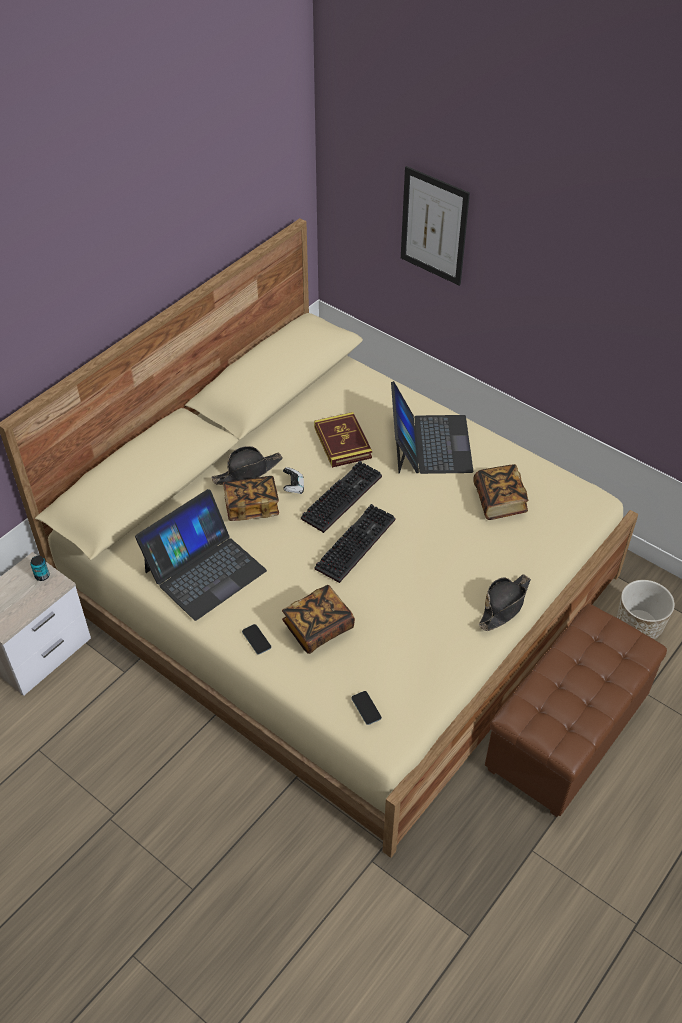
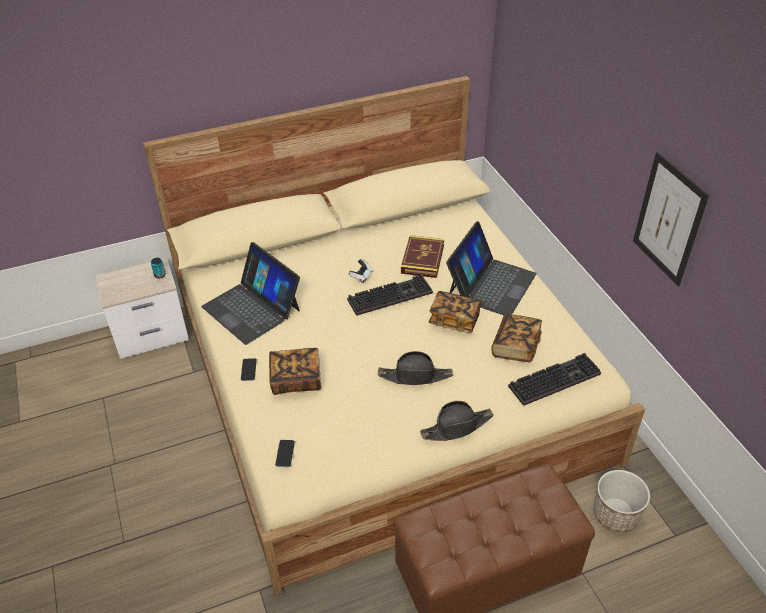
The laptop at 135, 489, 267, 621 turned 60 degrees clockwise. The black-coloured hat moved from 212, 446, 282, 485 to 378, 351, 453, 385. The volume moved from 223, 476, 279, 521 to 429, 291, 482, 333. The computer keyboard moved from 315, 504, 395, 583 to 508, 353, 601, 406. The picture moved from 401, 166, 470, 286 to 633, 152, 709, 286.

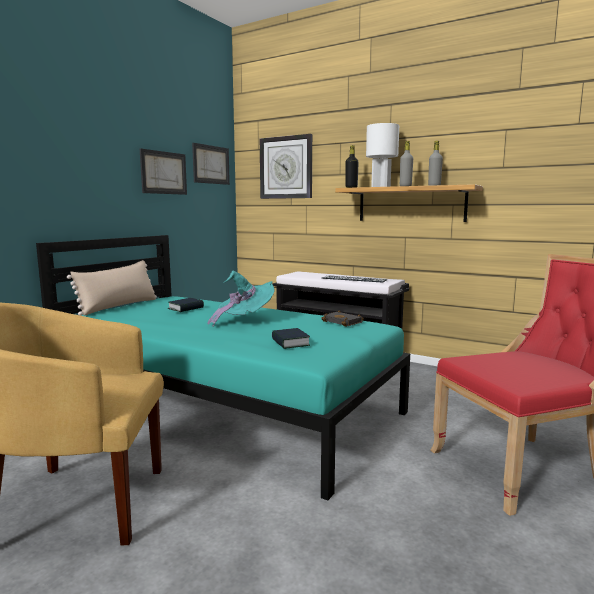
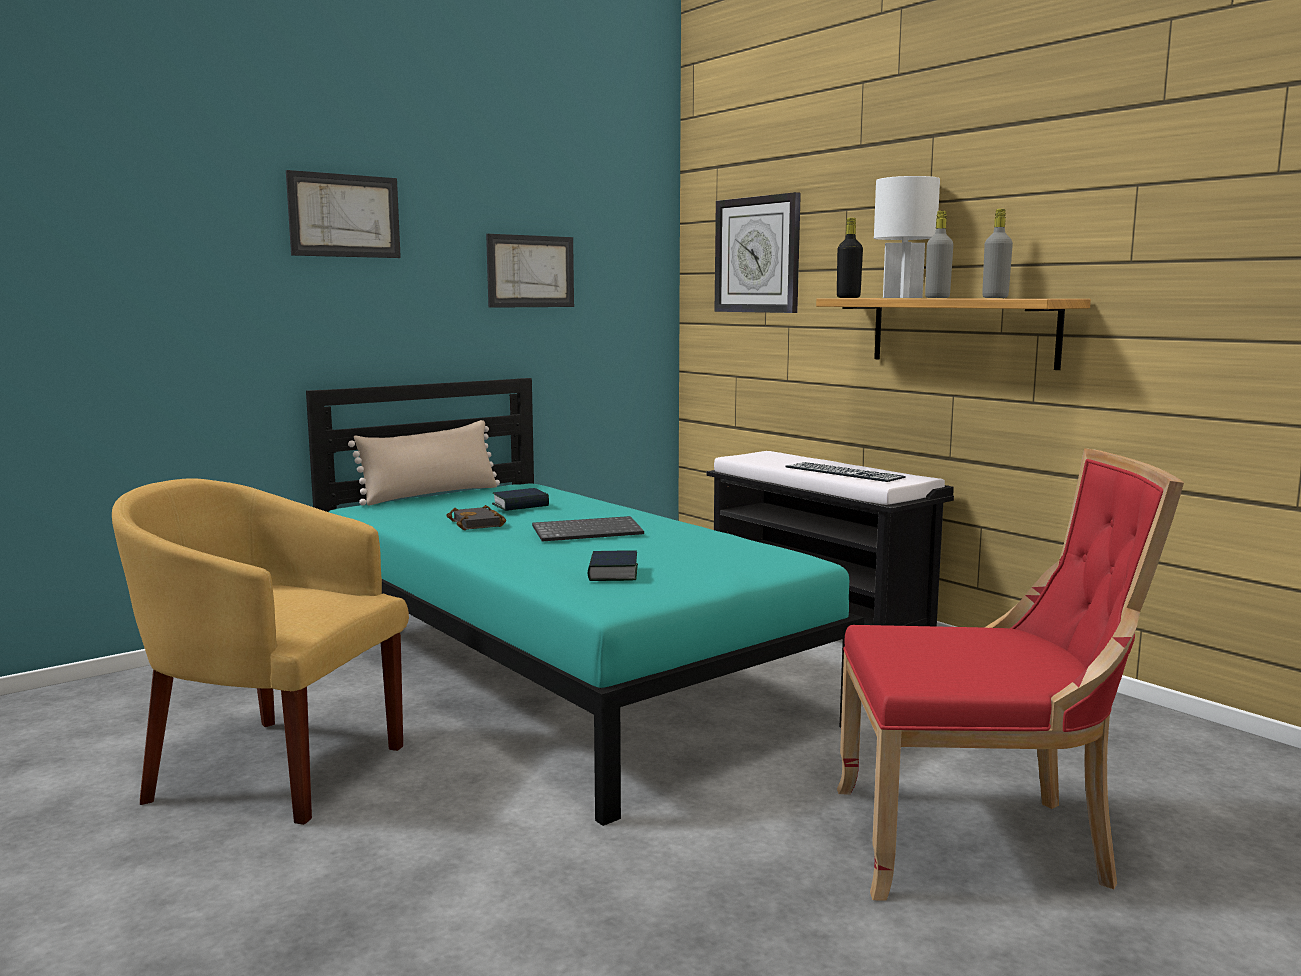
The picture moved from 192, 143, 230, 185 to 286, 170, 401, 258. The black-coloured volume moved from 321, 310, 364, 327 to 446, 505, 506, 530. The turquoise hat at 207, 270, 275, 326 was replaced by the computer keyboard at 532, 516, 644, 542.

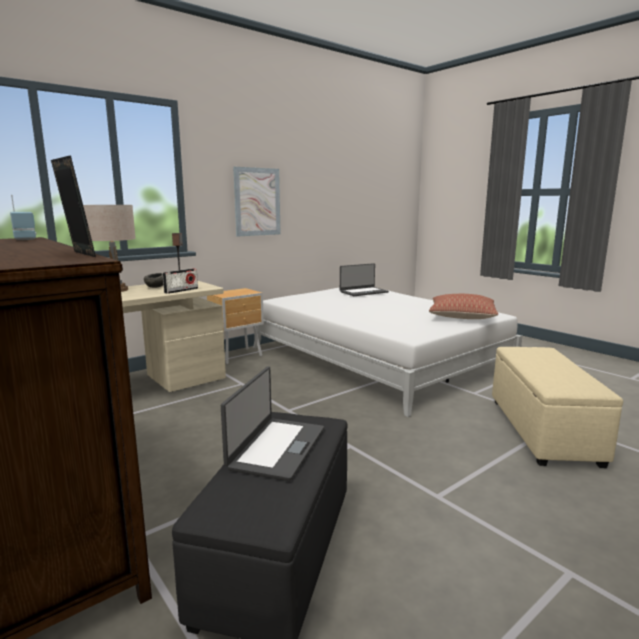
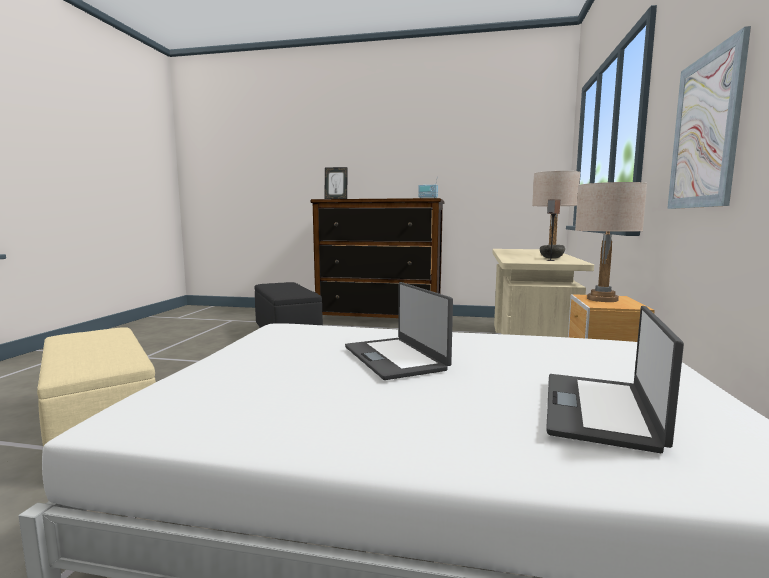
The laptop moved from 221, 366, 324, 481 to 345, 282, 453, 380. The beige-coloured table lamp at 575, 182, 647, 302 appeared. The radio receiver at 163, 269, 198, 294 disappeared. The pillow at 429, 294, 498, 319 disappeared.

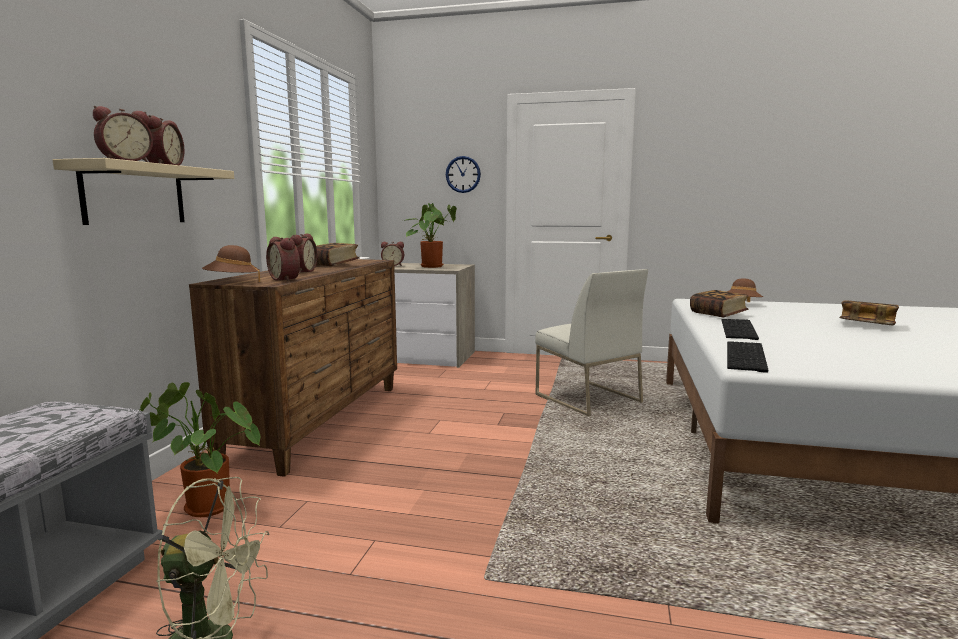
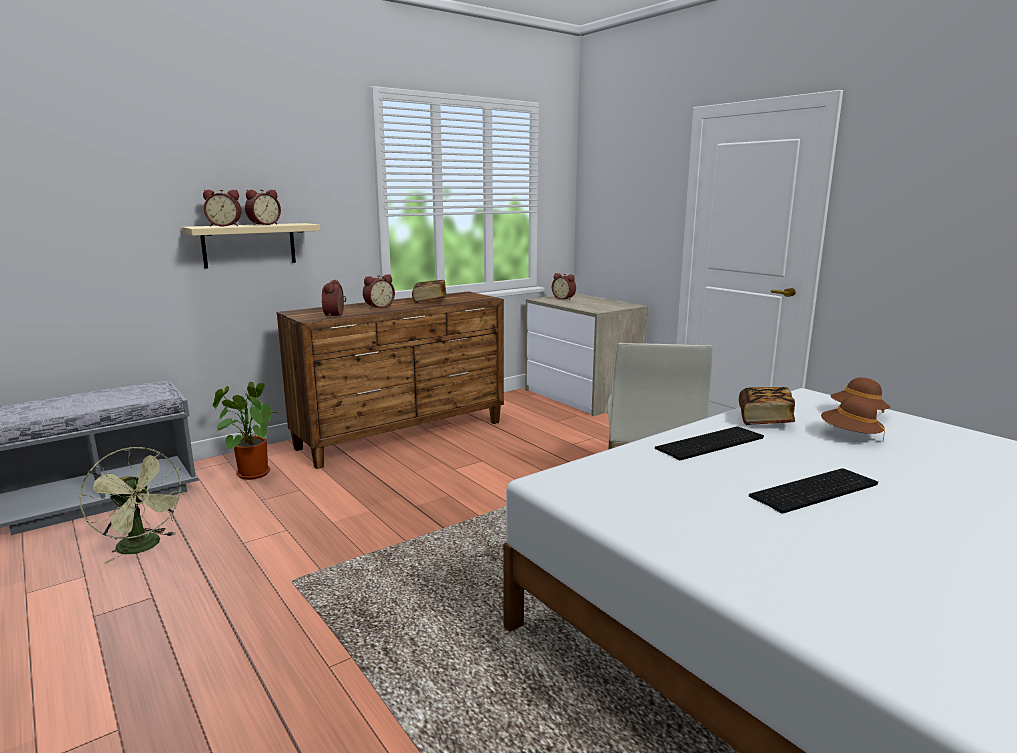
The computer keyboard moved from 727, 341, 768, 373 to 749, 468, 878, 513. The brown-coloured hat moved from 202, 245, 260, 282 to 821, 396, 885, 441. The plant in a pot at 404, 203, 457, 268 disappeared. The hanging clock at 446, 156, 481, 193 disappeared. The volume at 839, 300, 899, 325 disappeared.

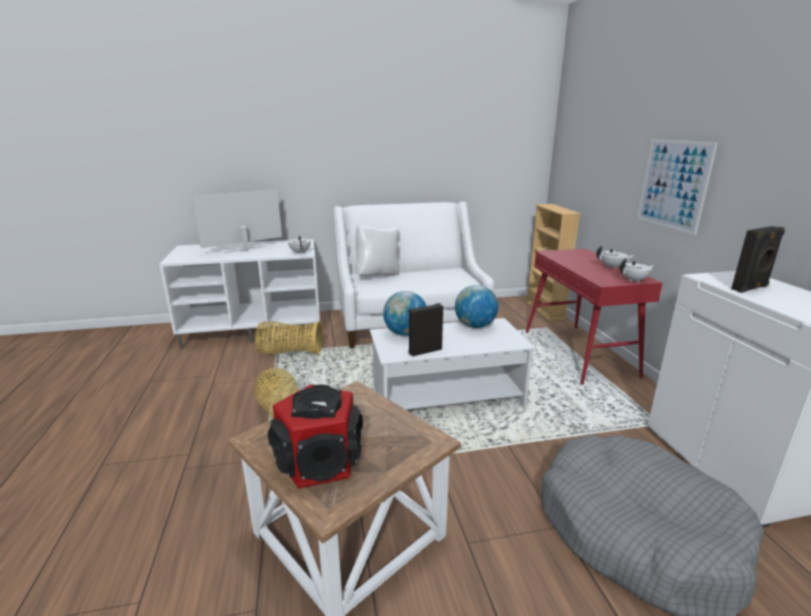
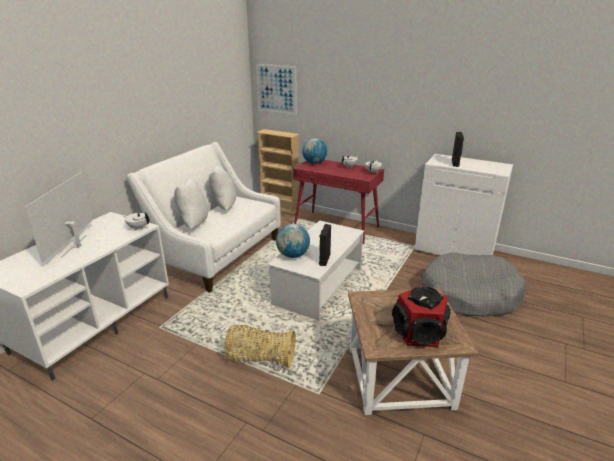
The white pillow at 208, 166, 236, 210 appeared. The picture moved from 637, 139, 718, 235 to 256, 64, 297, 114. The globe moved from 455, 285, 498, 328 to 302, 138, 327, 164. The storage basket at 255, 321, 322, 355 disappeared.

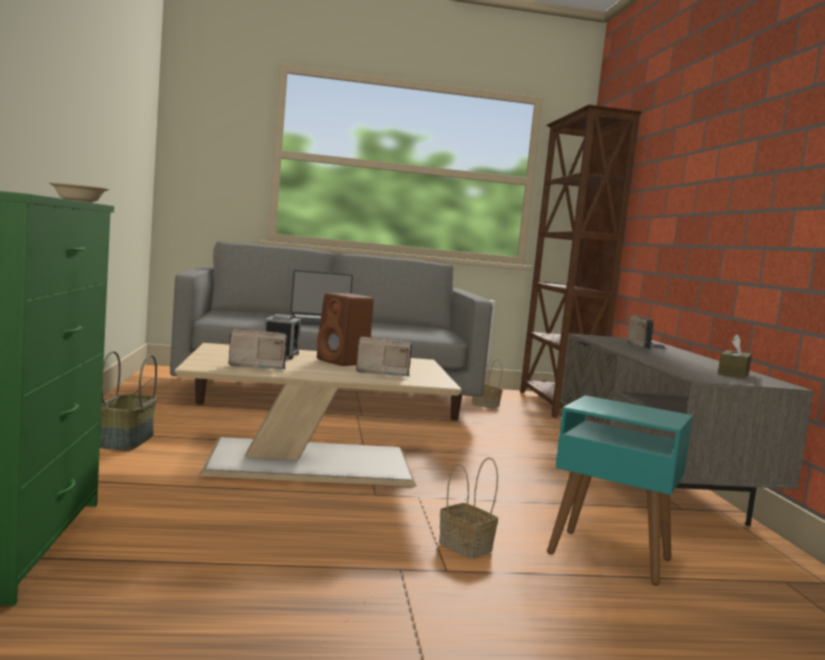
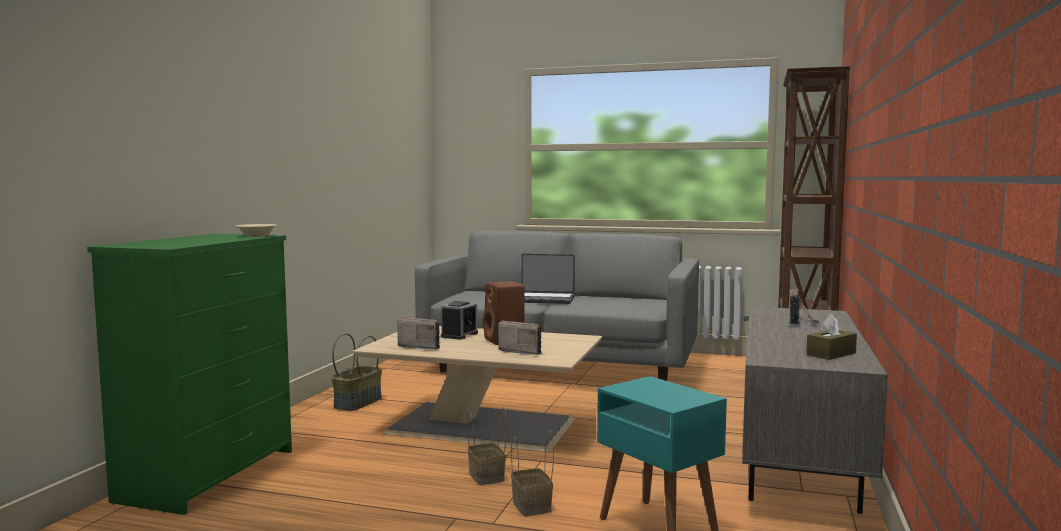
The storage basket moved from 472, 359, 502, 409 to 467, 407, 507, 485.

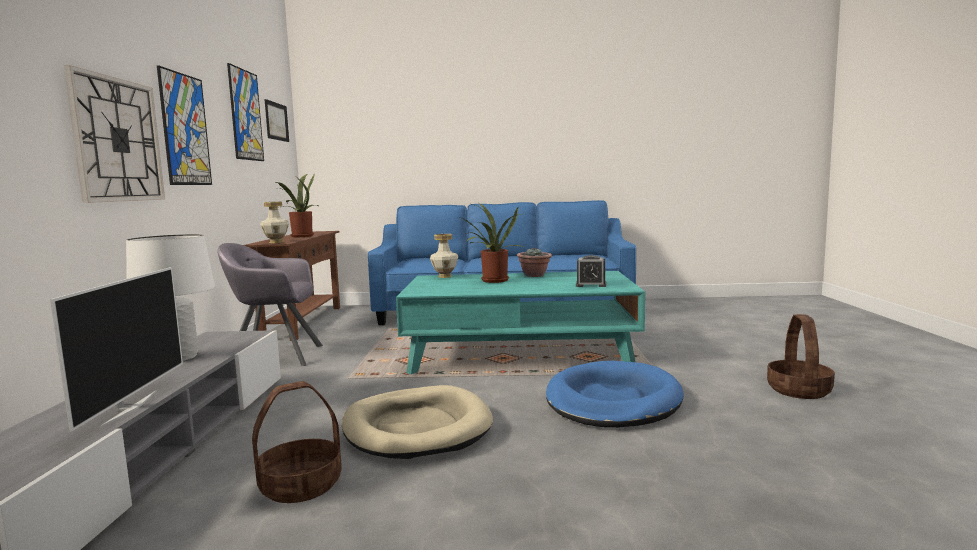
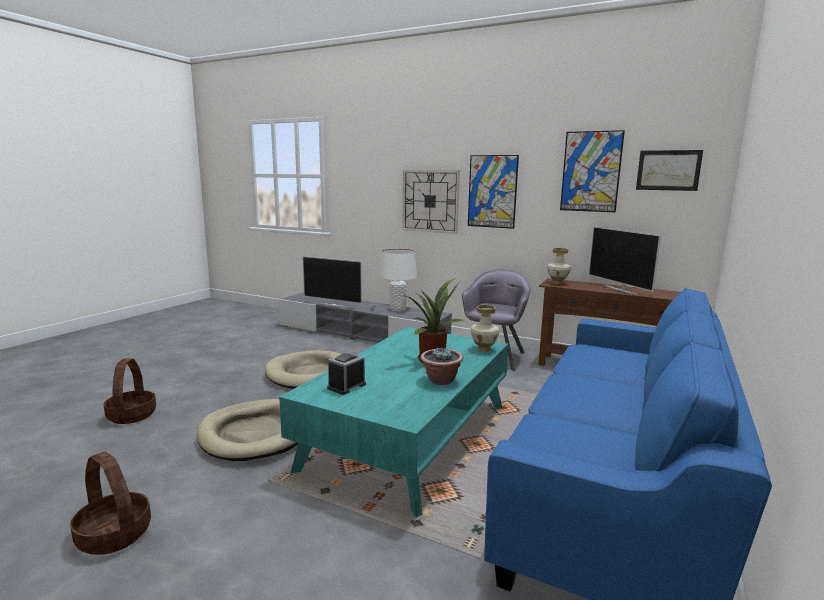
The storage basket moved from 252, 381, 342, 503 to 103, 358, 156, 424. The blue-coloured dog bed at 546, 361, 684, 428 became the beige-coloured dog bed at 197, 399, 298, 461. The plant in a pot at 276, 174, 320, 237 was replaced by the TV set at 589, 226, 661, 295.

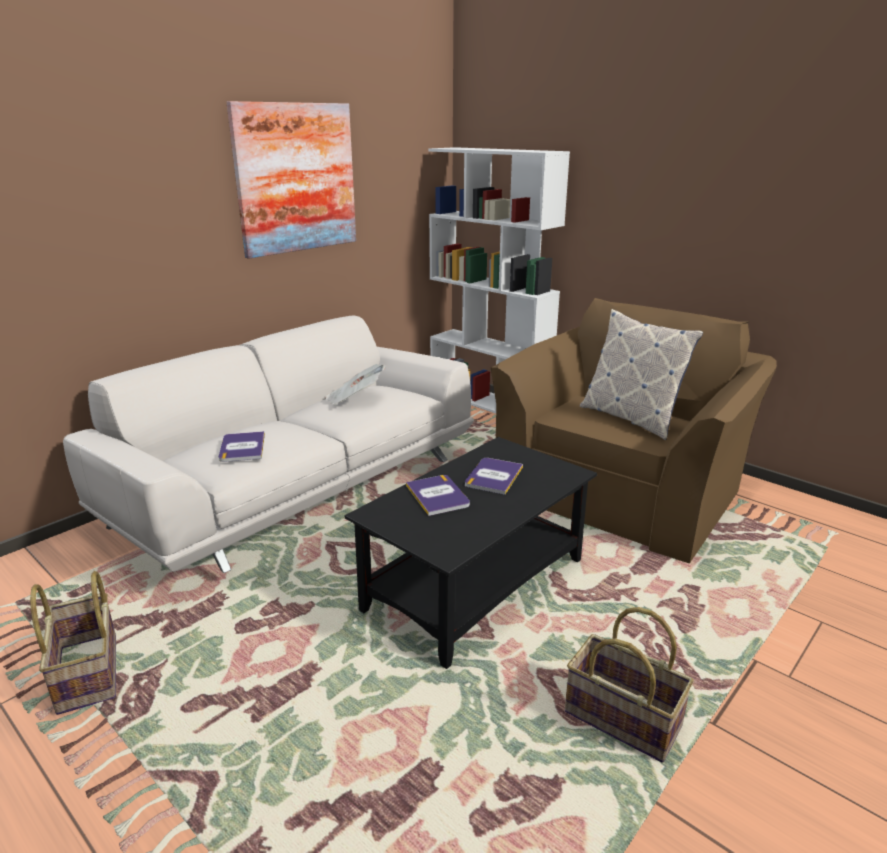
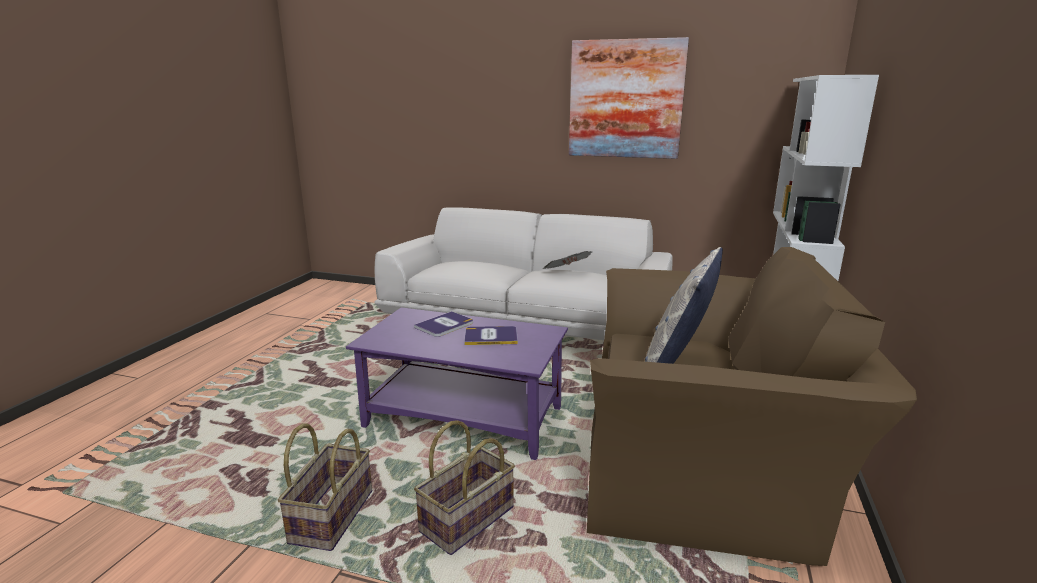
The black-coloured low table at 345, 437, 597, 669 became the purple low table at 346, 307, 568, 460. The storage basket moved from 30, 571, 116, 715 to 414, 420, 515, 555. The volume at 219, 431, 265, 462 disappeared.

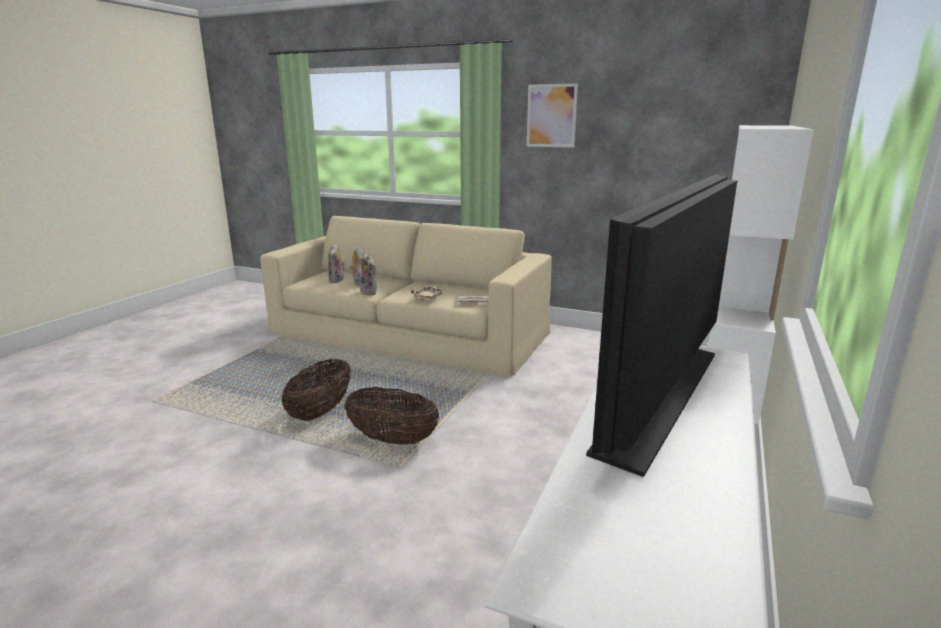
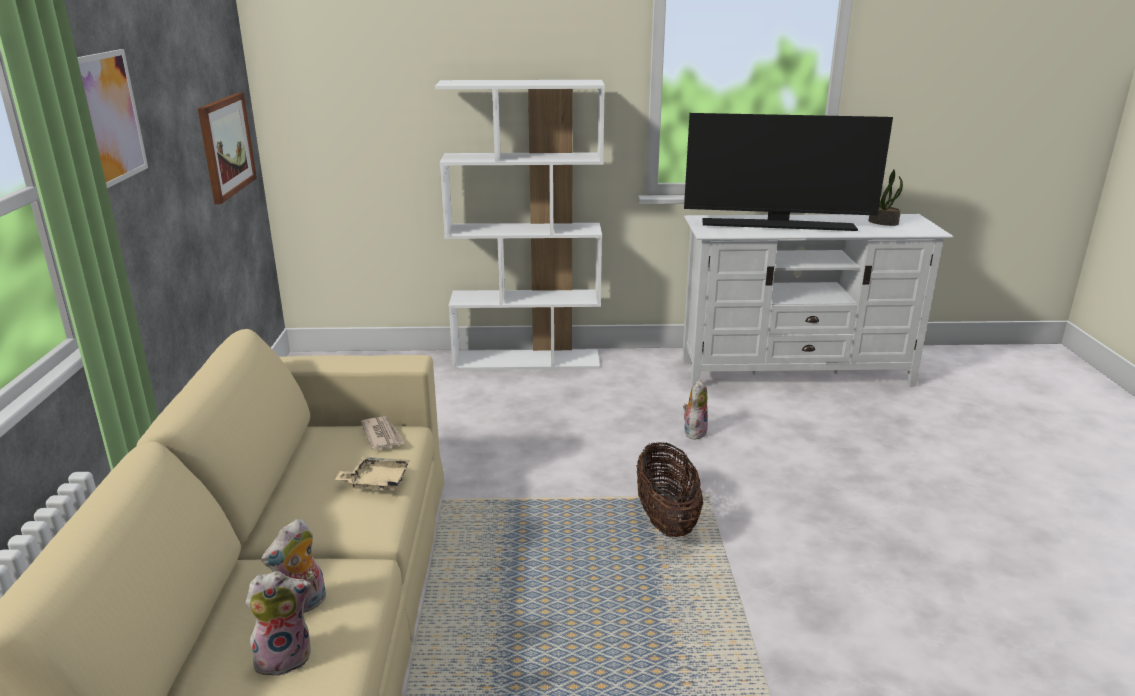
The picture at 198, 93, 257, 204 appeared. The plush toy moved from 360, 254, 377, 295 to 683, 380, 708, 440. The plant in a pot at 868, 169, 903, 226 appeared. The storage basket at 282, 359, 351, 421 disappeared.

